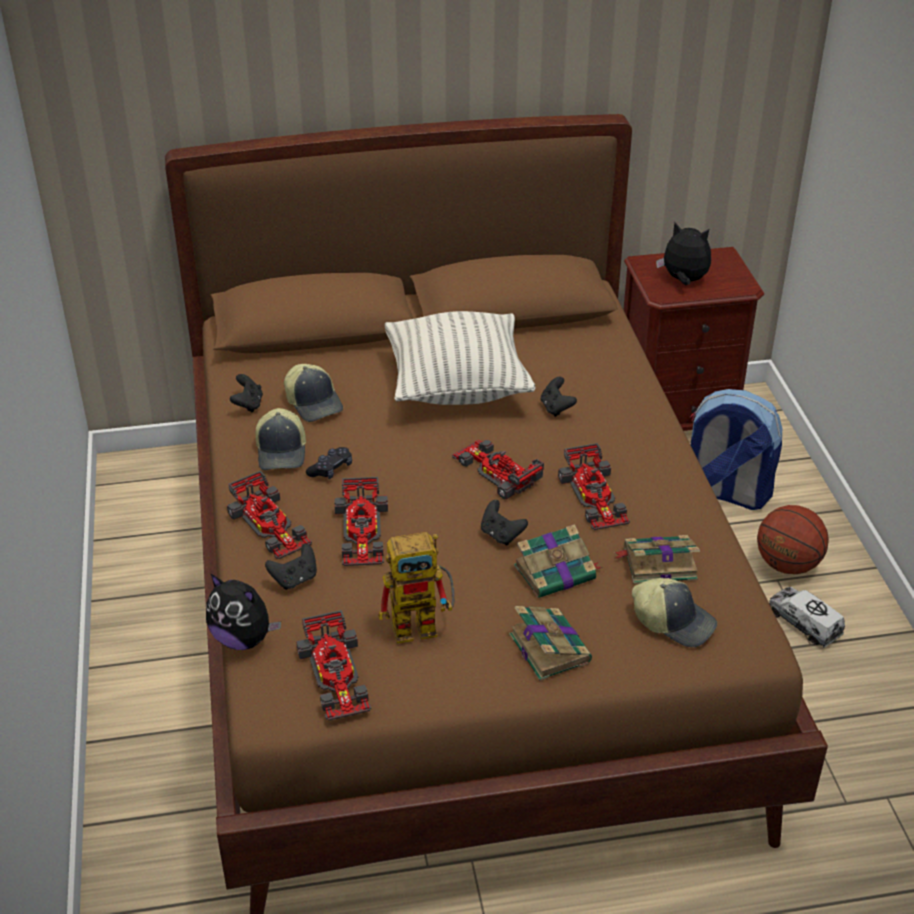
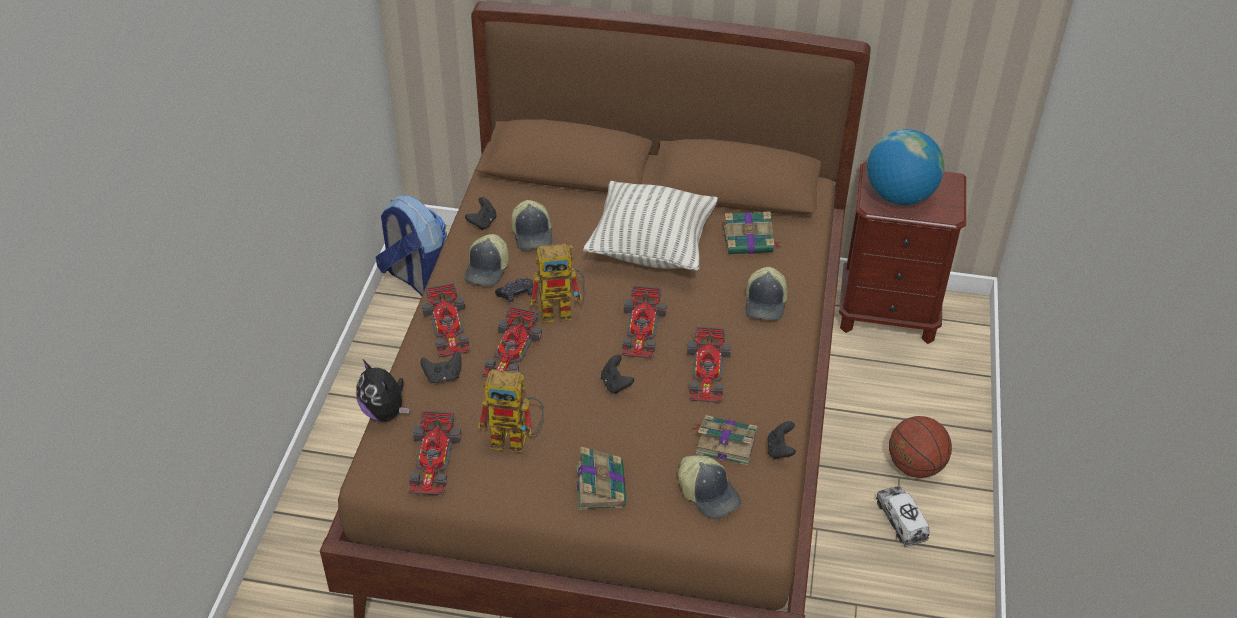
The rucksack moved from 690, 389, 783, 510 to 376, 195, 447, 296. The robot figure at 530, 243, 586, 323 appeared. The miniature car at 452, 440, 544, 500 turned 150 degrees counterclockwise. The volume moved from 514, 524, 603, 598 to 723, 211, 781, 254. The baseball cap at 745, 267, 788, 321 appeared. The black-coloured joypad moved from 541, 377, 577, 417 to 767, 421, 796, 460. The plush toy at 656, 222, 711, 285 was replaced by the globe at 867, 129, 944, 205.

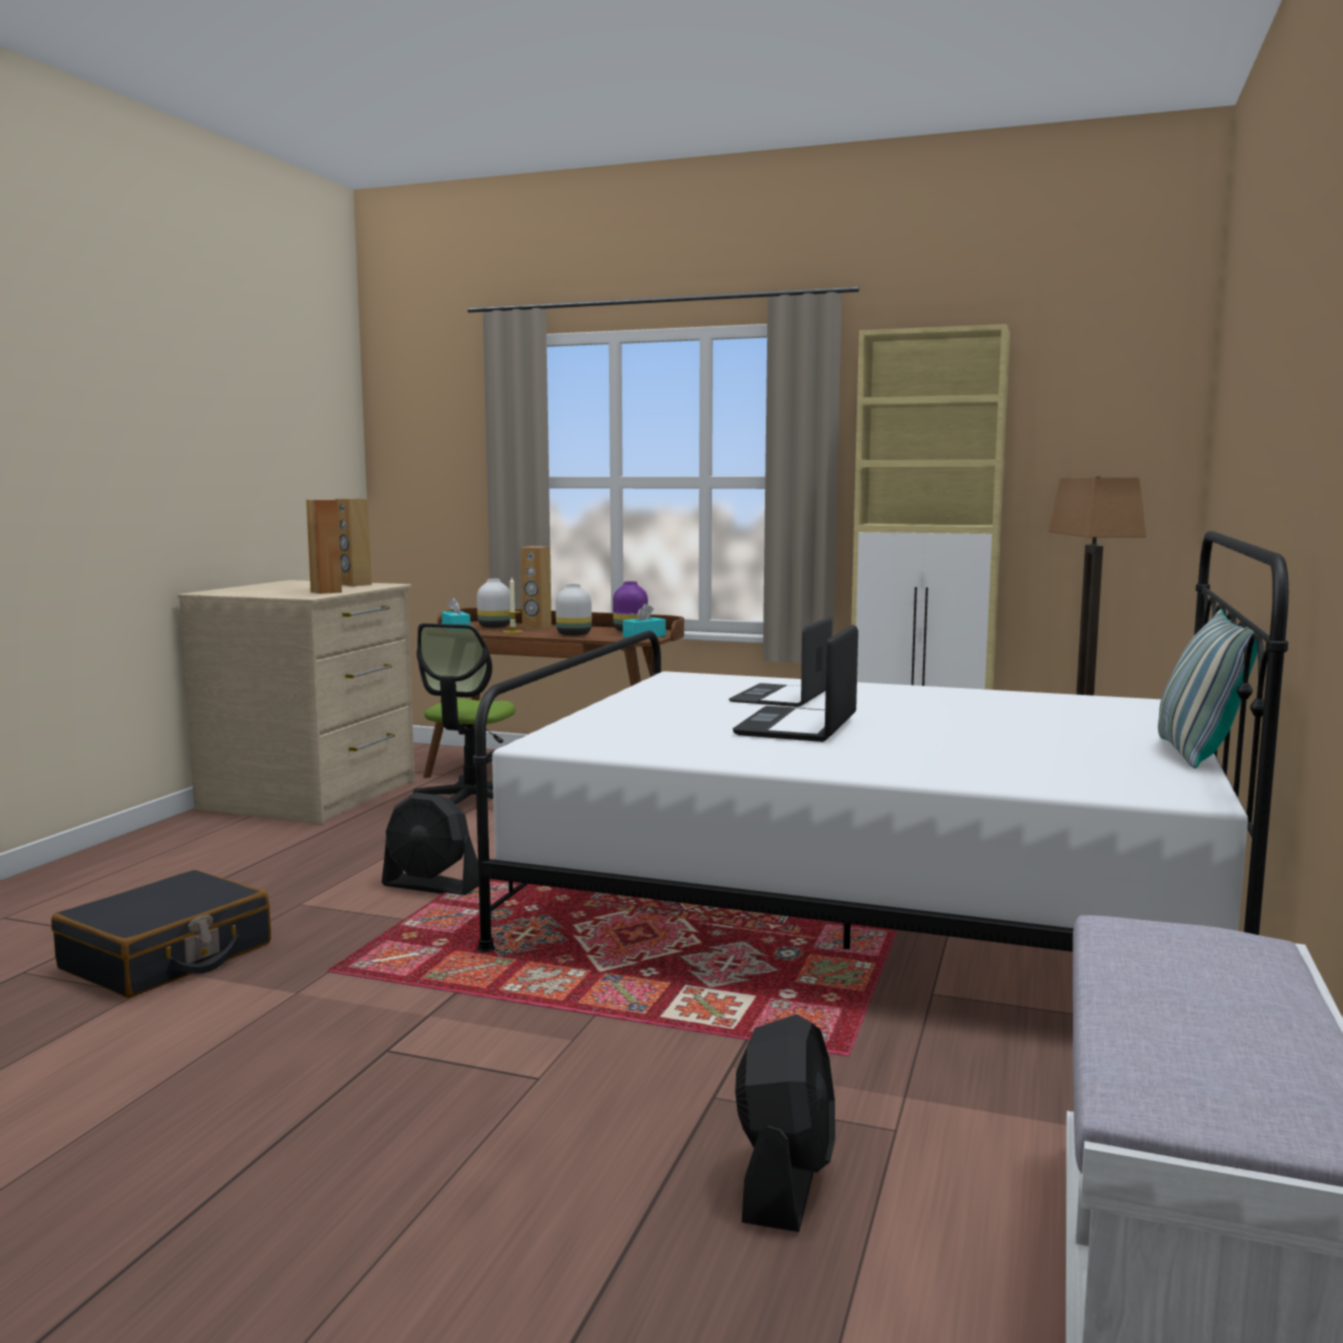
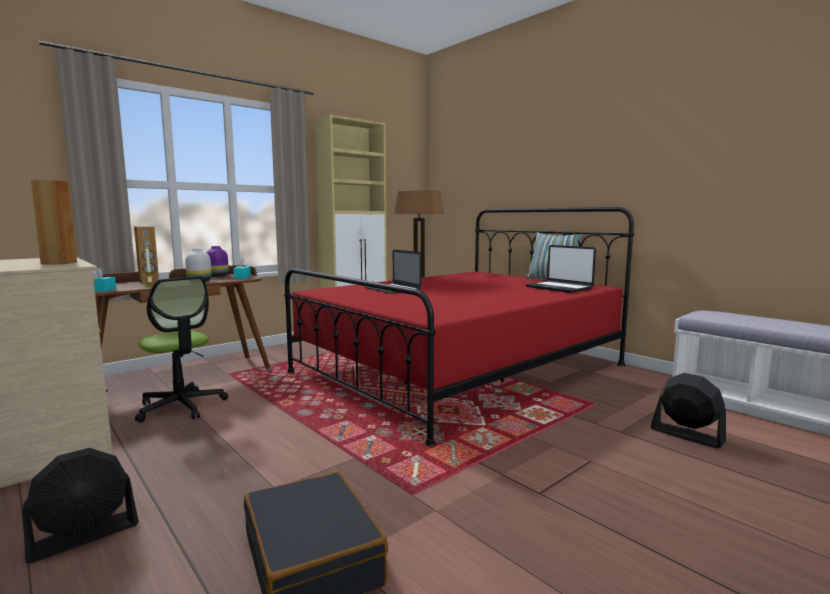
The black-coloured fan moved from 382, 792, 479, 895 to 22, 448, 139, 563. The white bedroom bed at 473, 531, 1289, 952 became the reddish bedroom bed at 284, 207, 634, 446. The laptop moved from 733, 625, 858, 742 to 526, 245, 596, 293. The brown-coloured audio speaker at 335, 498, 372, 586 disappeared. The white decorative vase at 477, 579, 510, 628 disappeared.

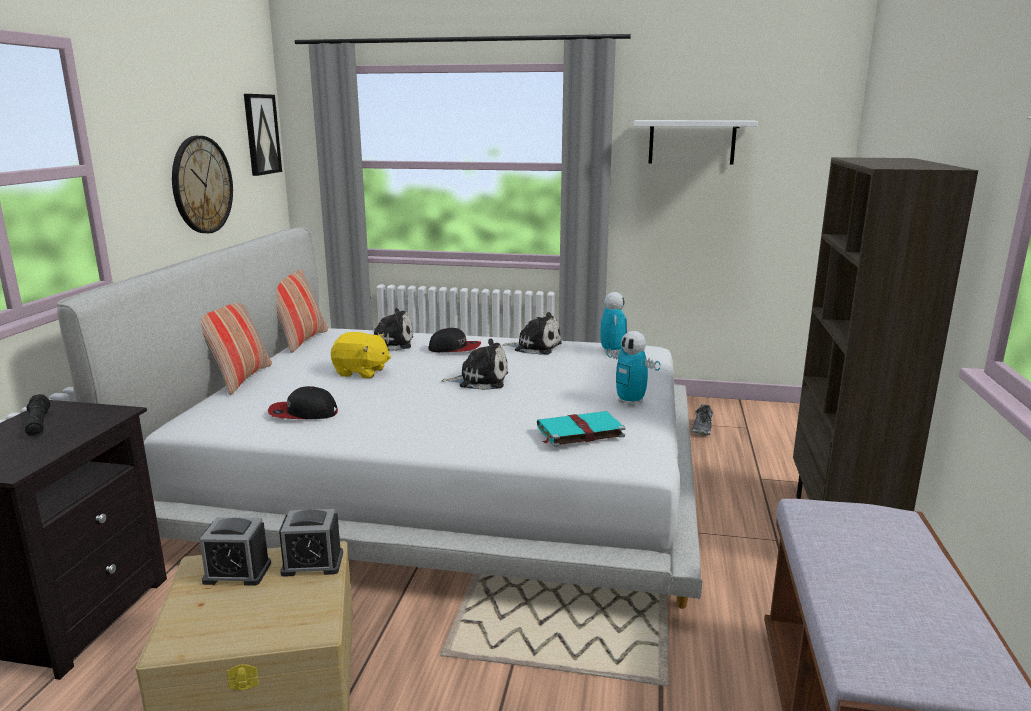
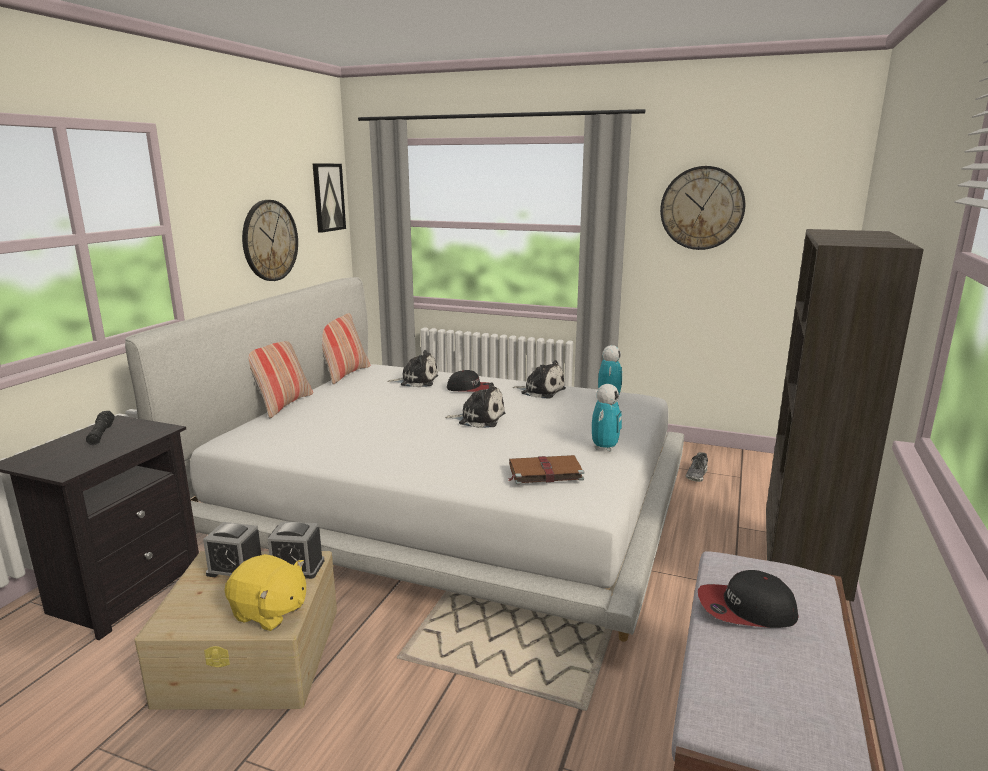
The yellow plush toy moved from 331, 332, 391, 378 to 224, 554, 306, 631. The turquoise volume at 537, 411, 625, 446 became the brown-coloured volume at 508, 455, 584, 484. The robot figure at 607, 331, 661, 406 turned 120 degrees counterclockwise. The white bracket shelf at 633, 120, 758, 164 was replaced by the hanging clock at 660, 166, 745, 250. The baseball cap moved from 268, 386, 338, 419 to 698, 570, 799, 628.

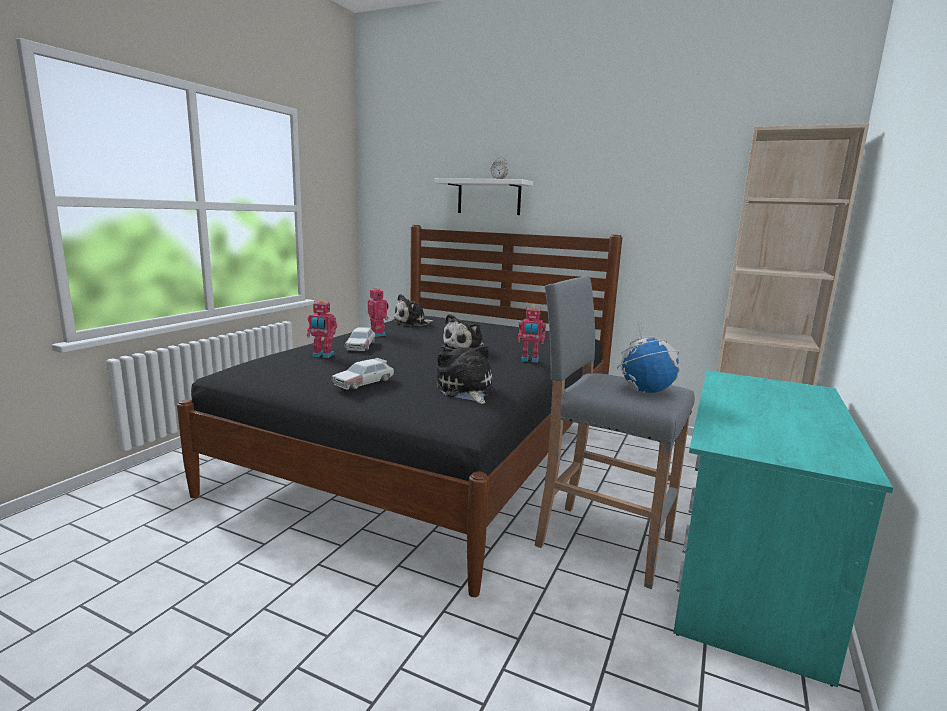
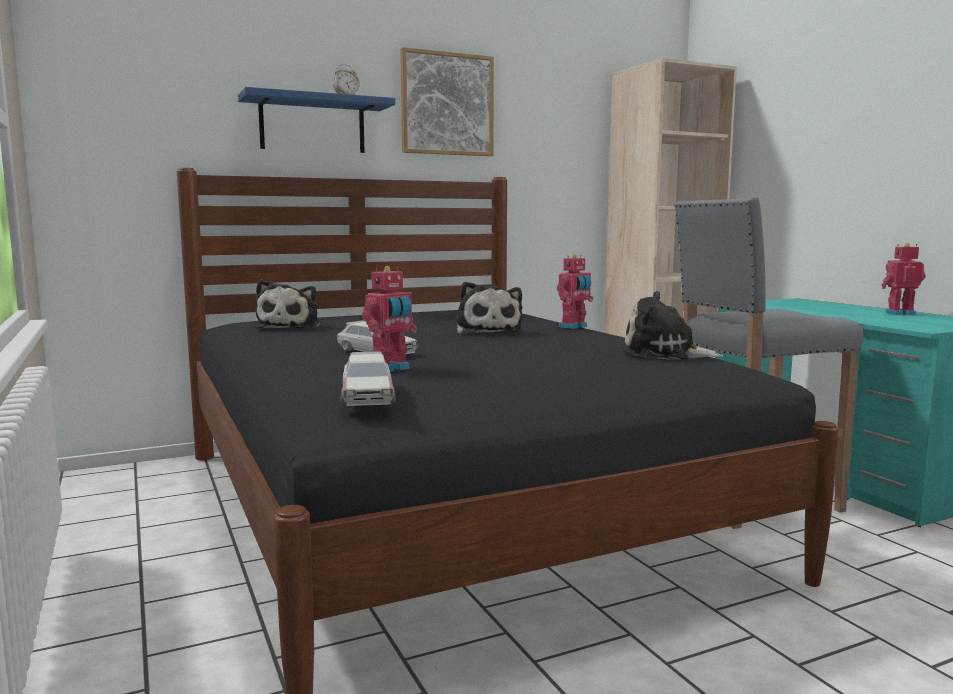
The white bracket shelf at 434, 178, 533, 215 became the blue-coloured bracket shelf at 238, 87, 395, 153. The miniature car moved from 331, 358, 394, 389 to 340, 351, 396, 406. The picture at 400, 47, 494, 156 appeared. The robot figure moved from 368, 288, 389, 337 to 881, 243, 926, 315. The globe at 617, 320, 680, 393 disappeared.

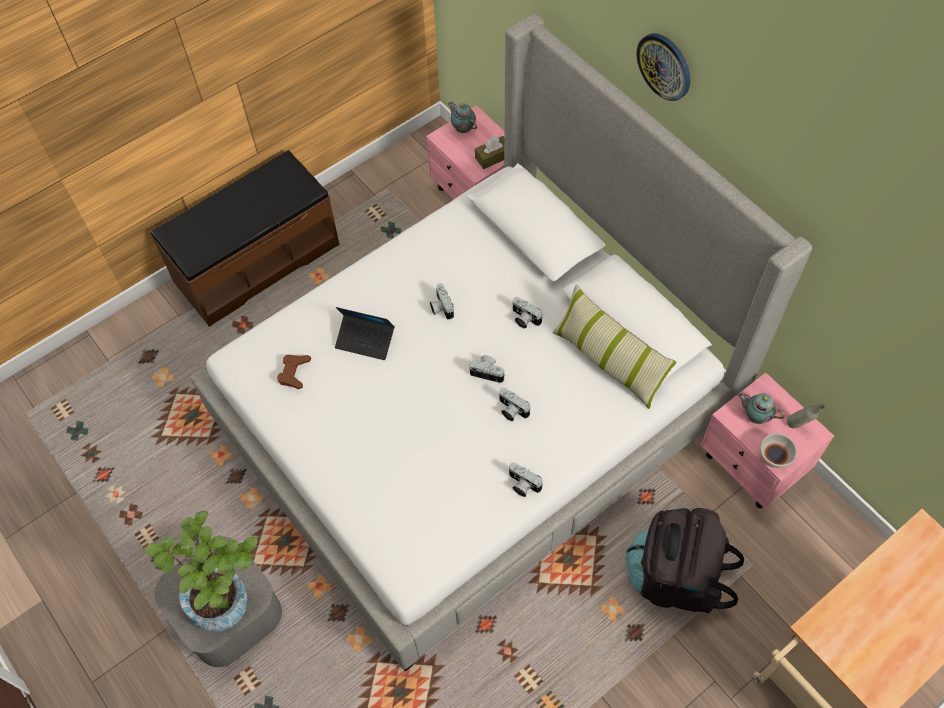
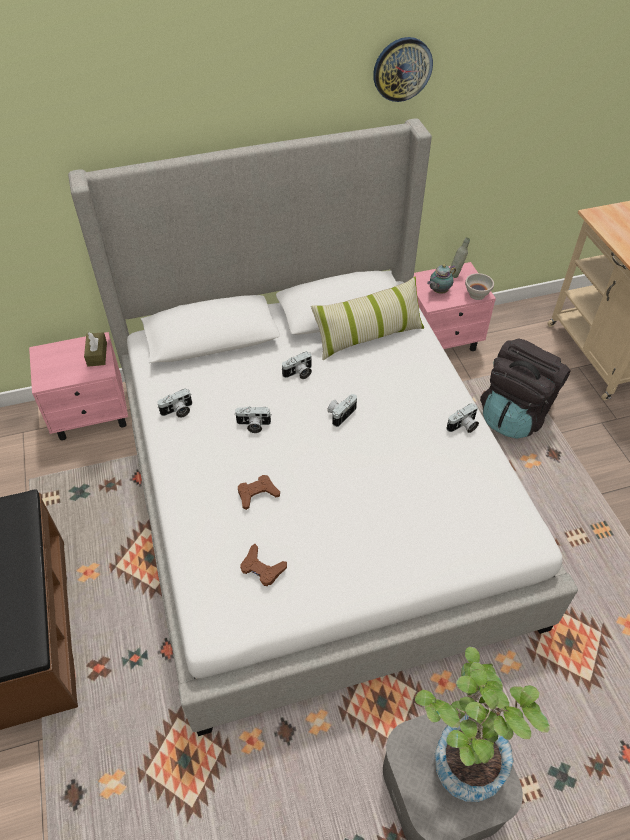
The still camera moved from 499, 388, 530, 421 to 157, 389, 192, 418. The laptop at 335, 307, 395, 360 was replaced by the brown-coloured joypad at 238, 475, 280, 510. The hanging clock moved from 636, 33, 690, 101 to 373, 37, 433, 102. The teapot at 448, 102, 477, 133 disappeared.

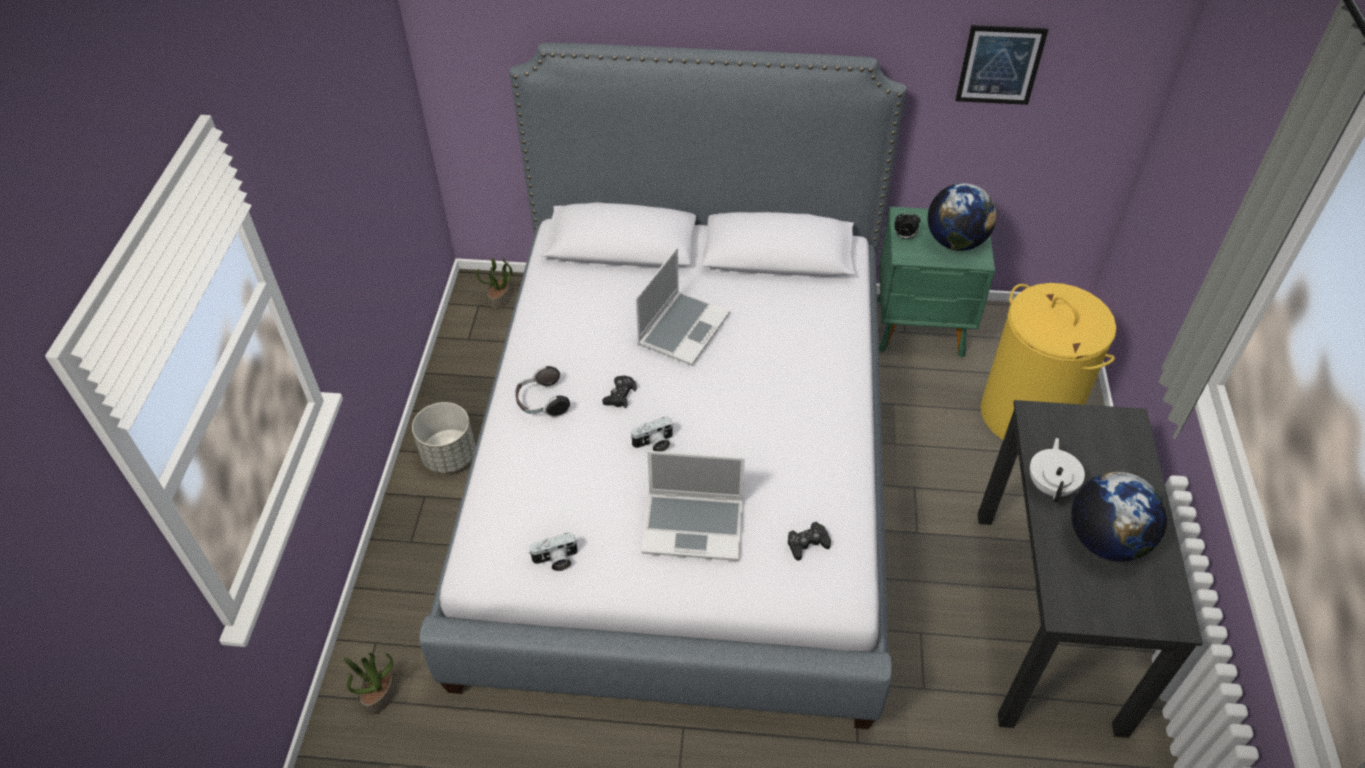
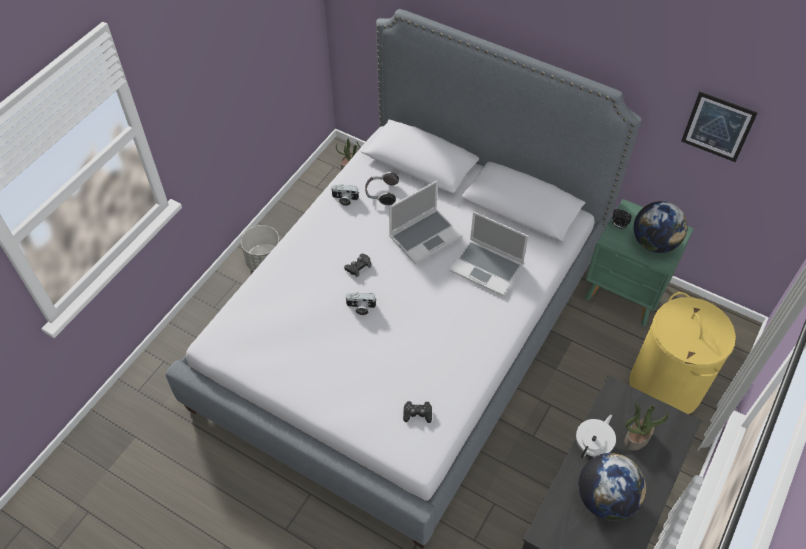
The still camera moved from 529, 533, 578, 571 to 331, 184, 359, 206. The headphones moved from 515, 366, 570, 417 to 365, 172, 399, 206. The laptop moved from 641, 451, 745, 561 to 449, 212, 528, 296. The plant in a pot moved from 344, 653, 396, 715 to 624, 402, 668, 451.

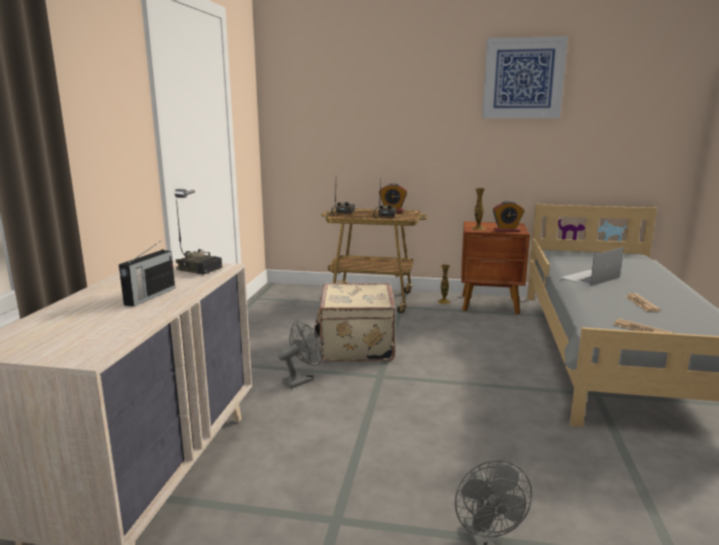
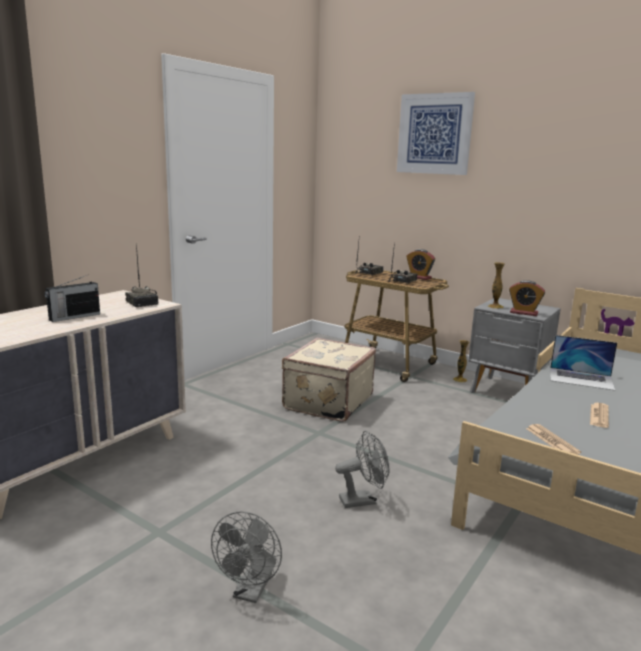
The greyish fan moved from 278, 321, 323, 389 to 335, 431, 389, 508. The picture moved from 482, 36, 568, 118 to 397, 92, 475, 175. The brown-coloured bedside table at 461, 221, 530, 314 became the greyish bedside table at 469, 298, 561, 393. The laptop at 560, 247, 624, 286 turned 150 degrees counterclockwise.

